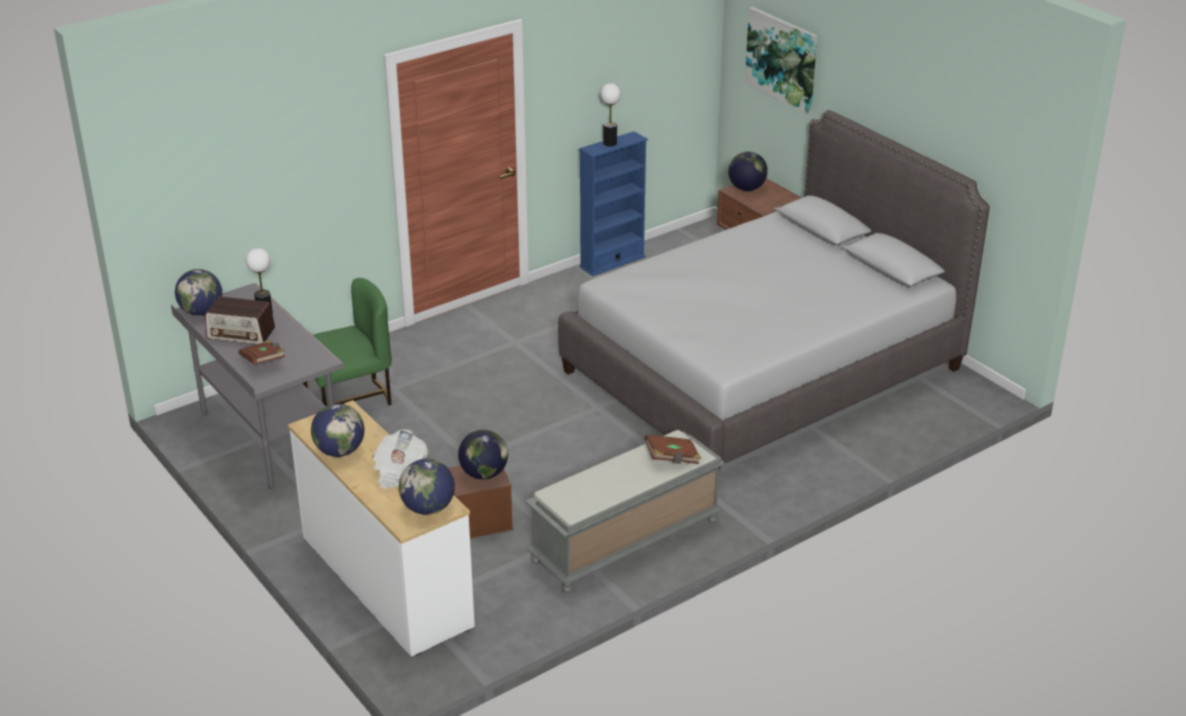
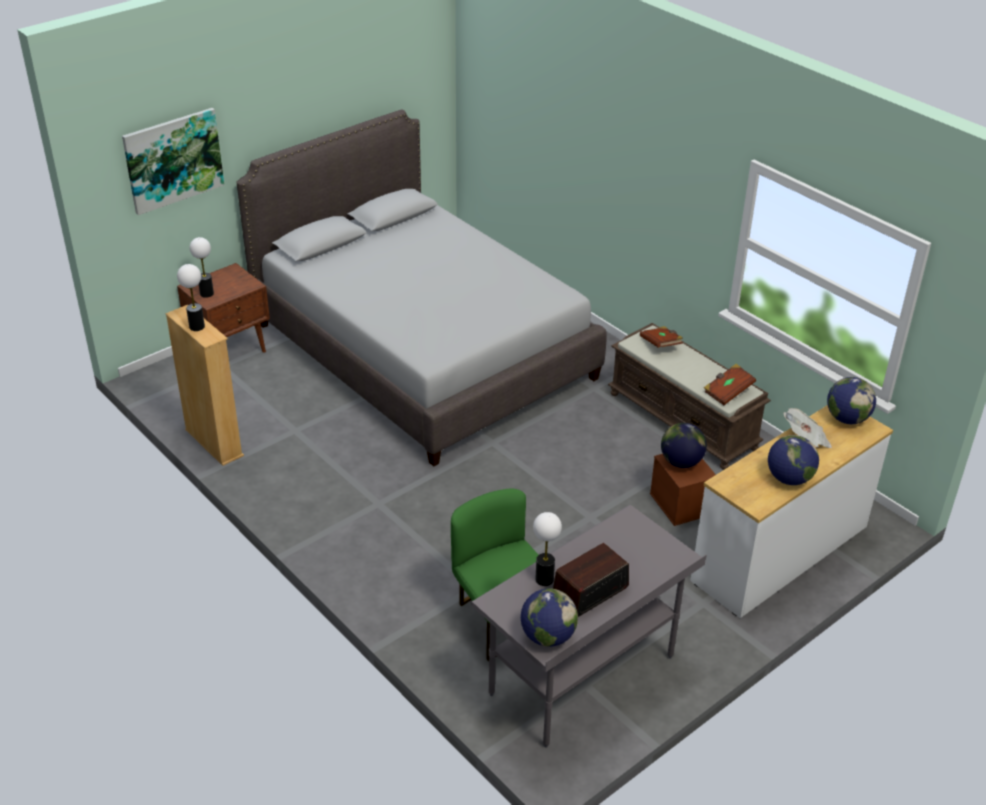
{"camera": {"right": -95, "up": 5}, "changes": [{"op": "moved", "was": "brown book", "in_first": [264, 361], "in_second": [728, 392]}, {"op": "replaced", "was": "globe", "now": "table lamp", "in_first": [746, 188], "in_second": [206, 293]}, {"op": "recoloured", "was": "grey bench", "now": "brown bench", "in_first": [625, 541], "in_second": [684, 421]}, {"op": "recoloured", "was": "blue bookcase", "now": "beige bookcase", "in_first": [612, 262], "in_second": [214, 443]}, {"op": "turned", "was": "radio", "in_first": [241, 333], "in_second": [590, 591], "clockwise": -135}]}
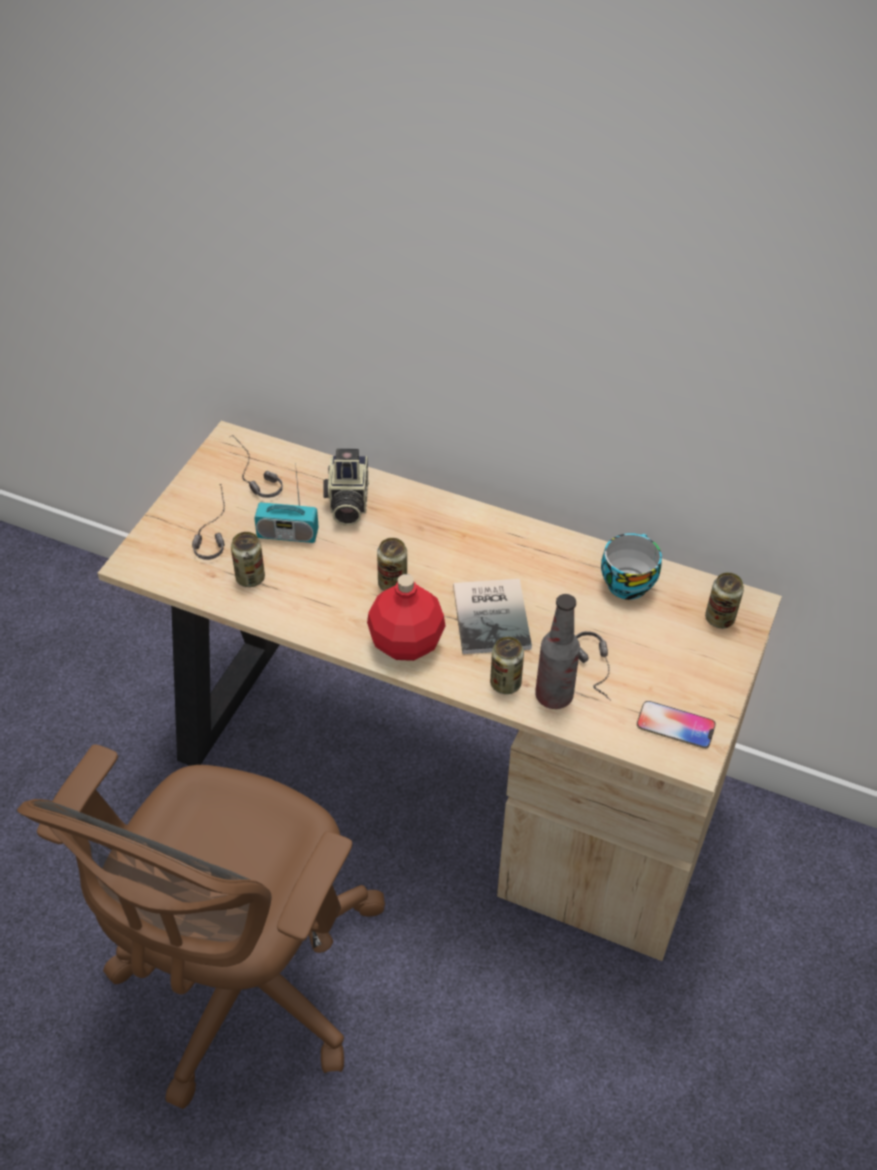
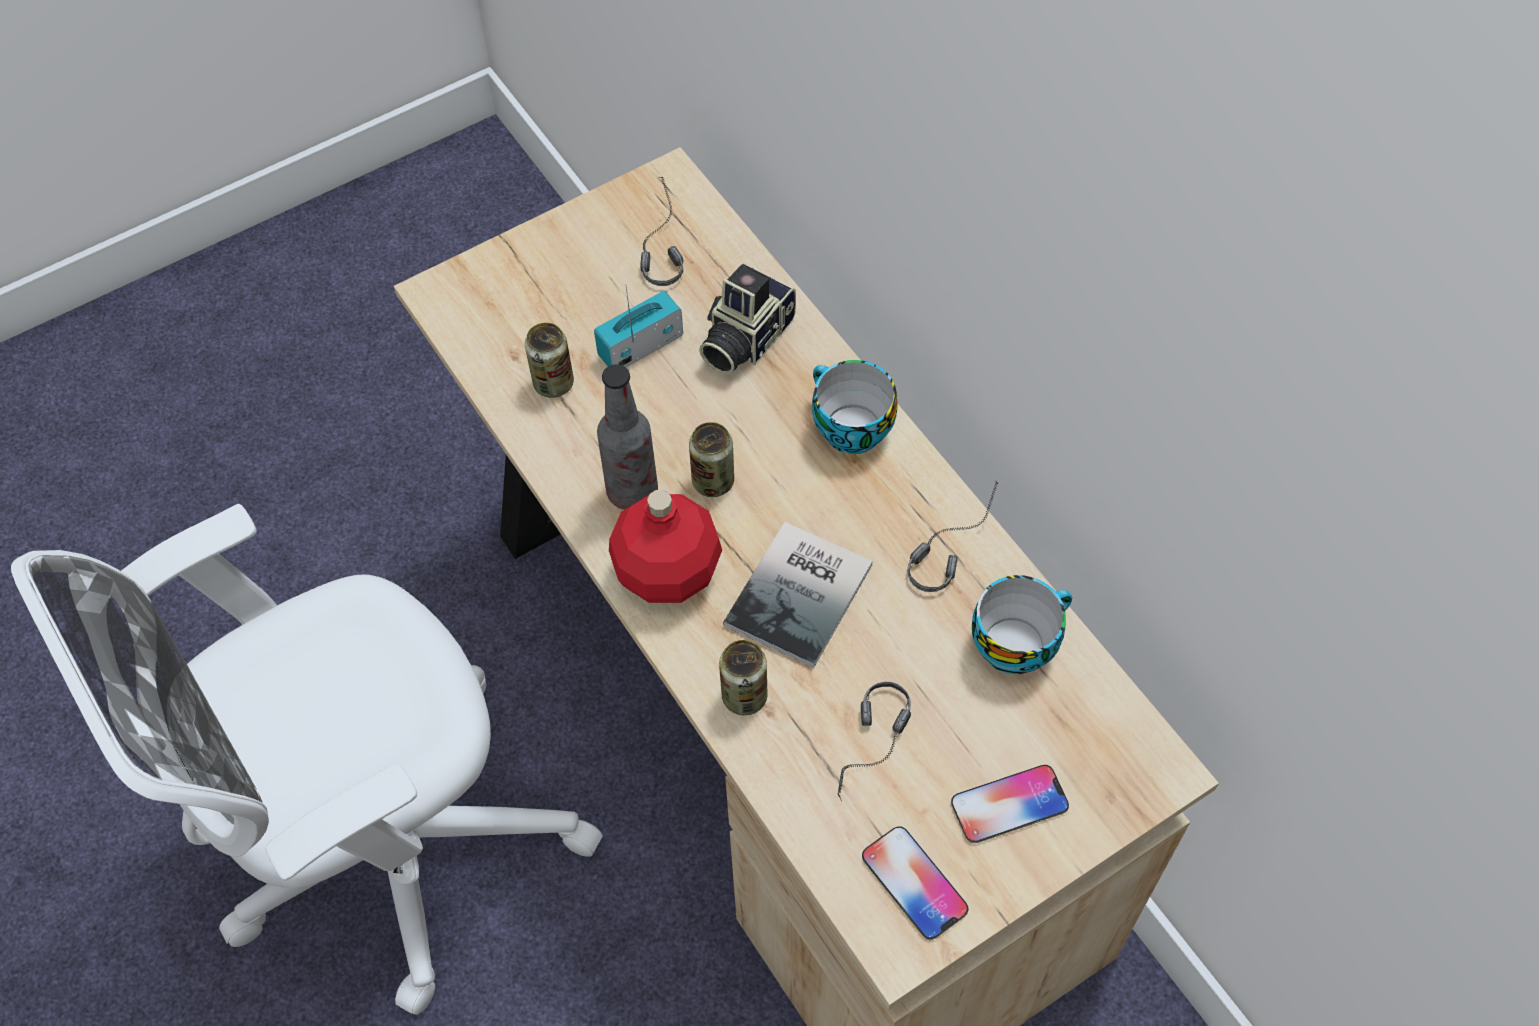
{"camera": {"right": 35, "up": 10}, "changes": [{"op": "removed", "was": "can", "in_first": [719, 618]}, {"op": "added", "now": "cup", "in_second": [848, 429]}, {"op": "added", "now": "phone", "in_second": [1009, 805]}, {"op": "moved", "was": "headphones", "in_first": [210, 530], "in_second": [949, 540]}, {"op": "moved", "was": "bottle", "in_first": [554, 696], "in_second": [632, 491]}, {"op": "recoloured", "was": "brown office chair", "now": "white office chair", "in_first": [242, 987], "in_second": [386, 848]}, {"op": "turned", "was": "radio", "in_first": [287, 534], "in_second": [640, 346], "clockwise": 105}]}
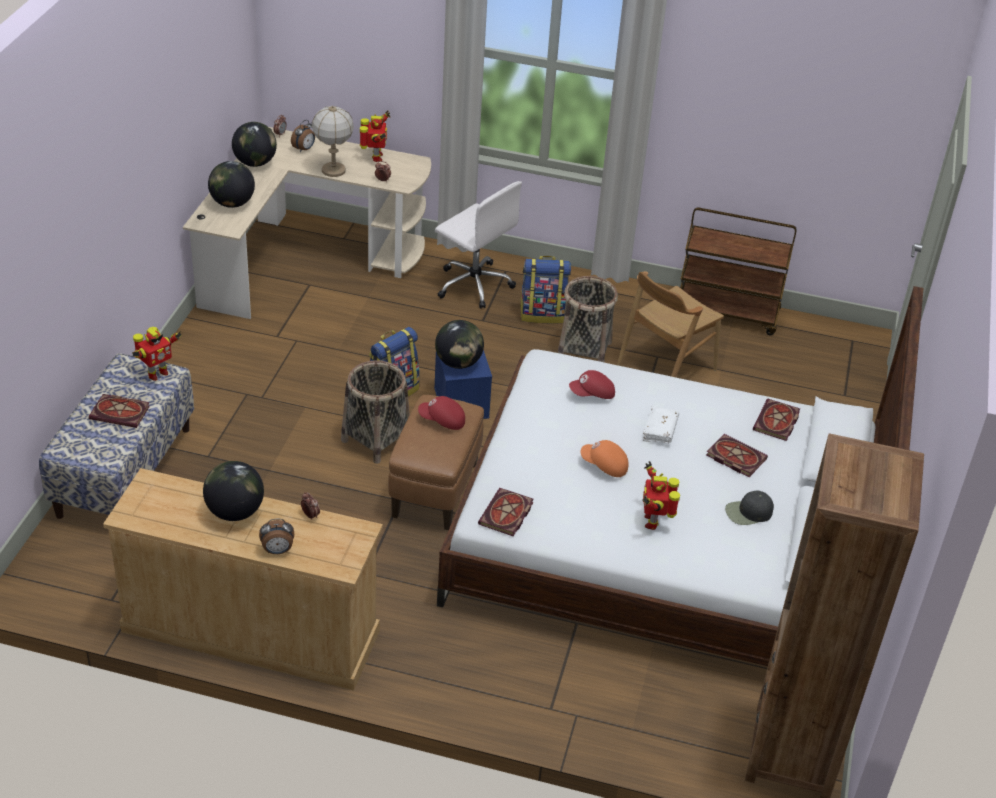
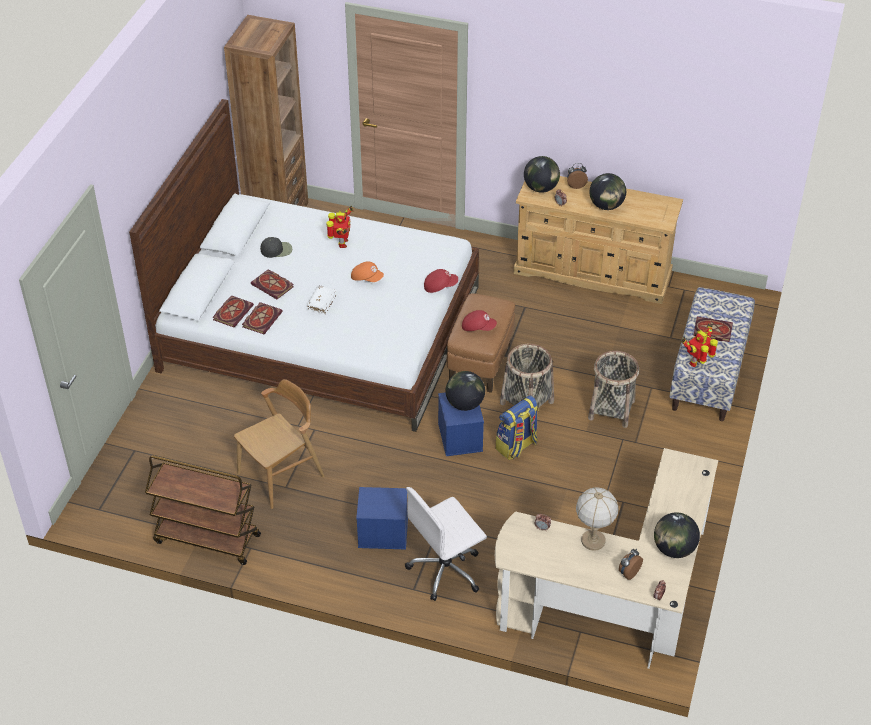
{"camera": {"right": -175, "up": 5}, "changes": [{"op": "removed", "was": "toy robot", "in_first": [375, 157]}, {"op": "moved", "was": "globe", "in_first": [232, 203], "in_second": [541, 188]}, {"op": "moved", "was": "book", "in_first": [506, 515], "in_second": [262, 319]}, {"op": "moved", "was": "basket", "in_first": [584, 351], "in_second": [611, 410]}, {"op": "moved", "was": "red cap", "in_first": [592, 394], "in_second": [440, 286]}, {"op": "replaced", "was": "backpack", "now": "blue storage box", "in_first": [543, 314], "in_second": [382, 533]}, {"op": "turned", "was": "white office chair", "in_first": [473, 284], "in_second": [446, 570], "clockwise": -75}]}
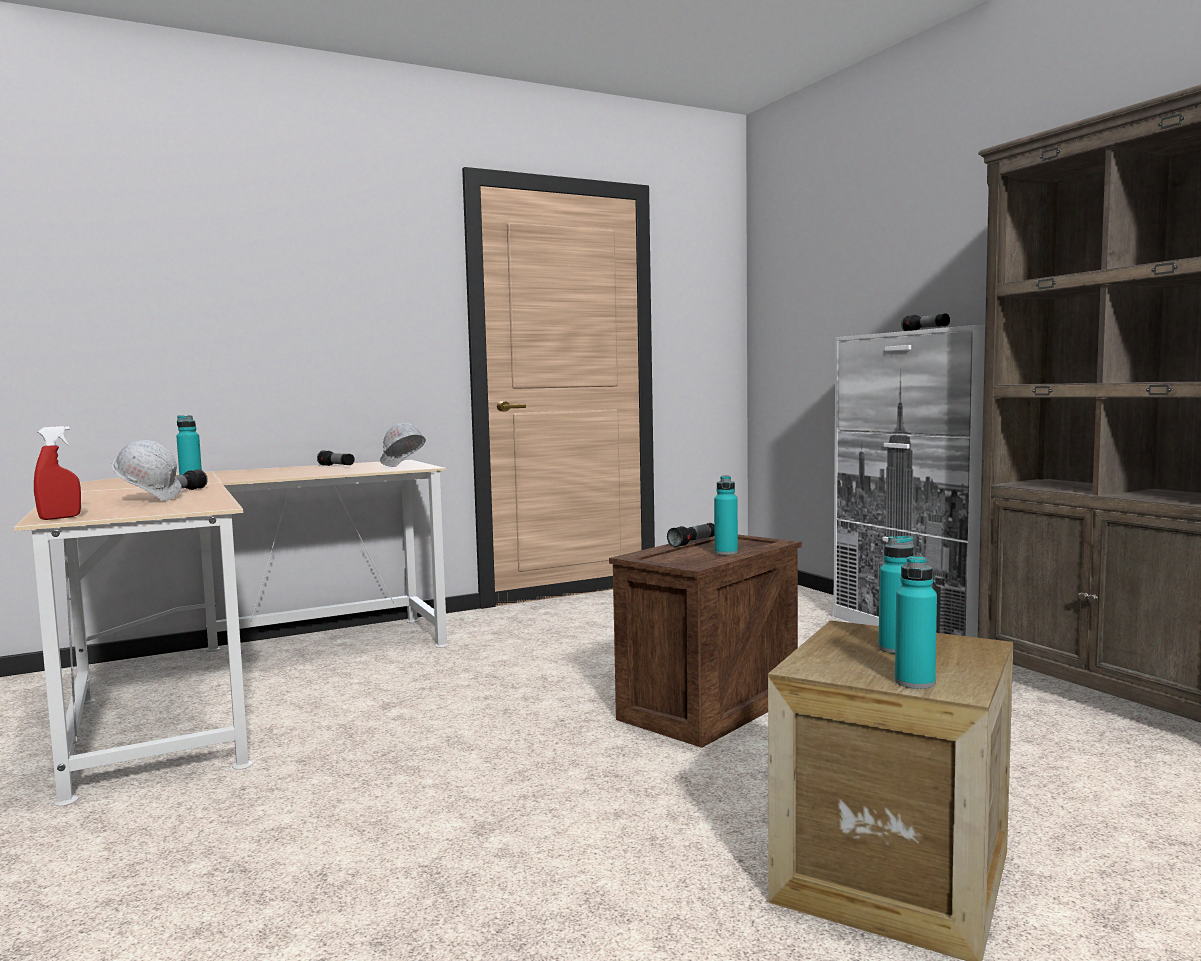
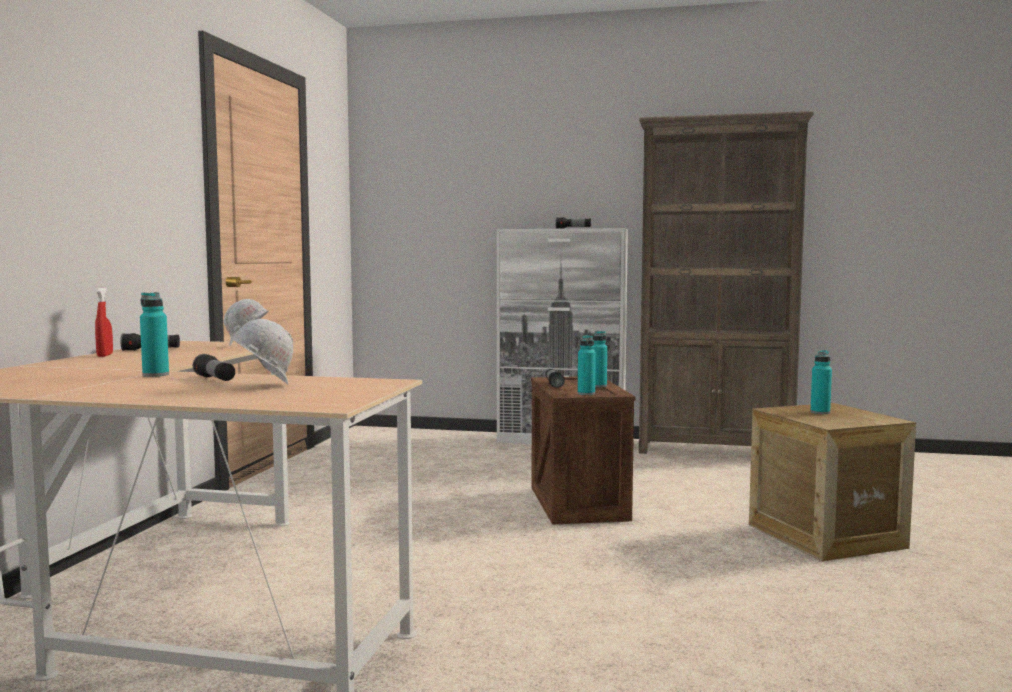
{"camera": {"right": -50, "up": 0}, "changes": [{"op": "moved", "was": "red spray bottle", "in_first": [60, 518], "in_second": [105, 355]}, {"op": "moved", "was": "turquoise bottle", "in_first": [914, 682], "in_second": [586, 394]}]}
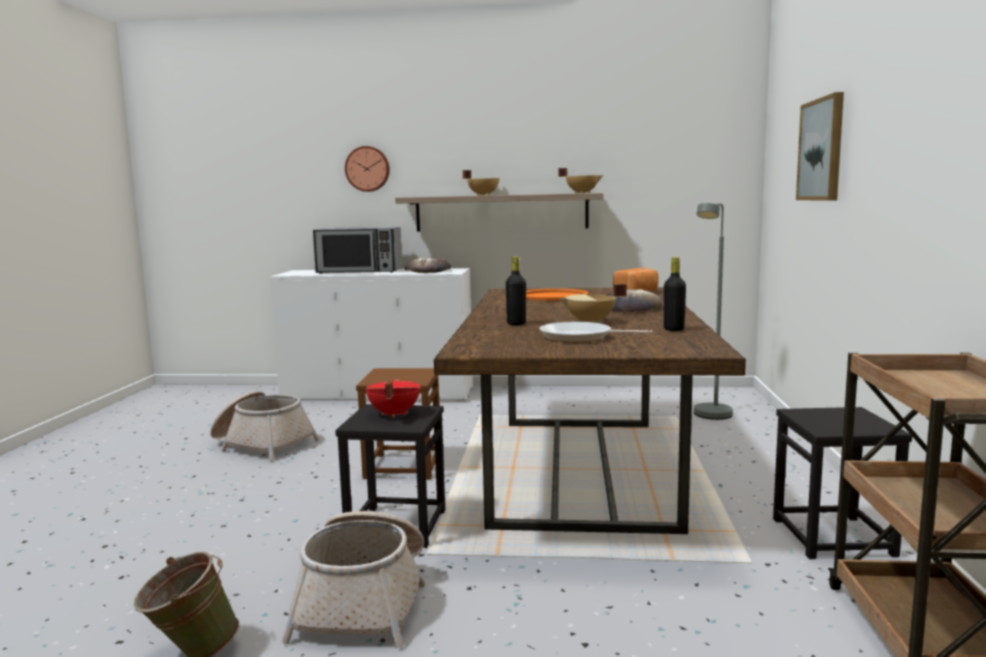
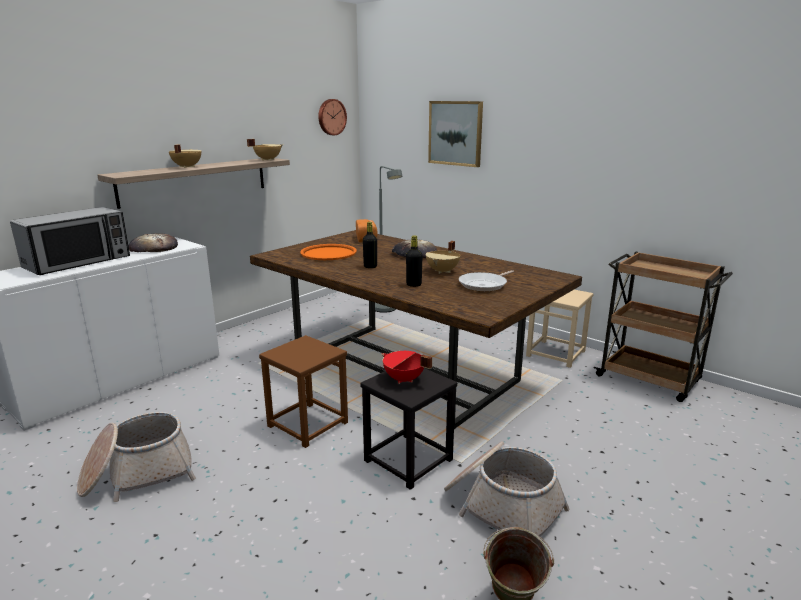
{"camera": {"right": -55, "up": 10}, "changes": [{"op": "moved", "was": "wall clock", "in_first": [368, 169], "in_second": [331, 117]}, {"op": "moved", "was": "black bottle", "in_first": [673, 329], "in_second": [370, 266]}, {"op": "recoloured", "was": "black stool", "now": "beige stool", "in_first": [833, 537], "in_second": [556, 353]}]}
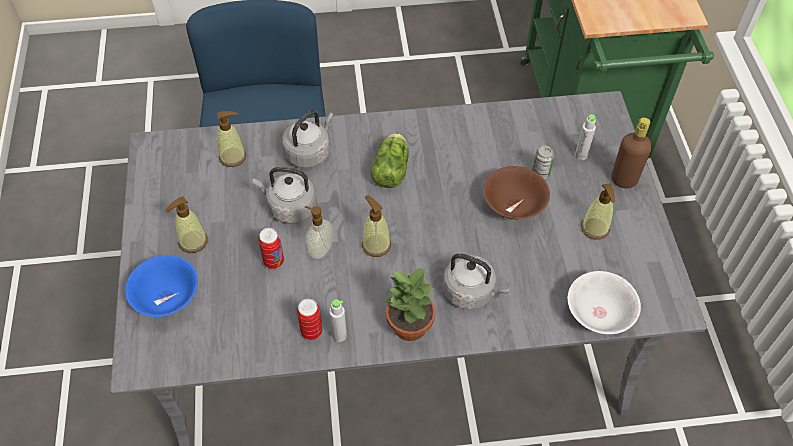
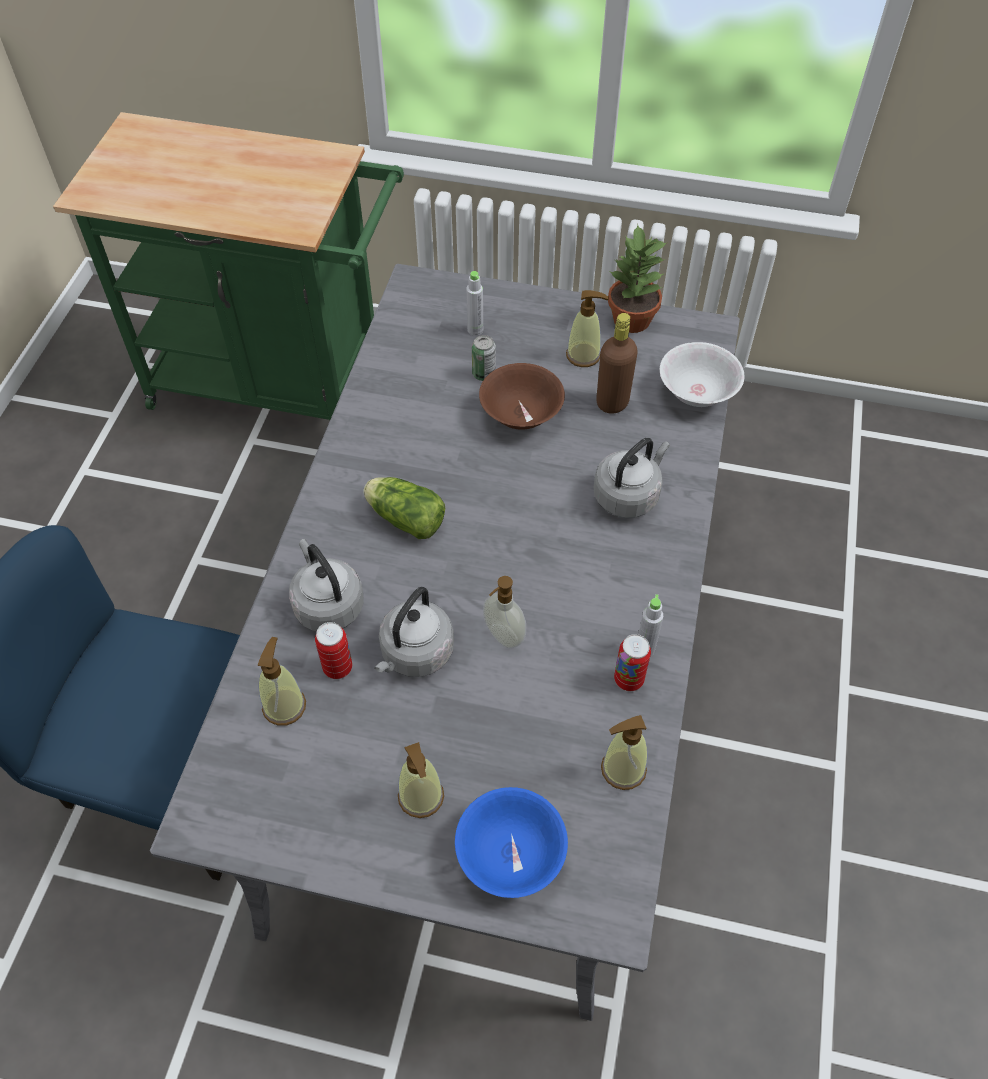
{"camera": {"right": -70, "up": 0}, "changes": [{"op": "moved", "was": "can", "in_first": [274, 261], "in_second": [337, 668]}, {"op": "moved", "was": "soap dispenser", "in_first": [376, 245], "in_second": [623, 769]}, {"op": "moved", "was": "potted plant", "in_first": [409, 326], "in_second": [631, 320]}, {"op": "moved", "was": "brown bottle", "in_first": [624, 180], "in_second": [612, 402]}]}
